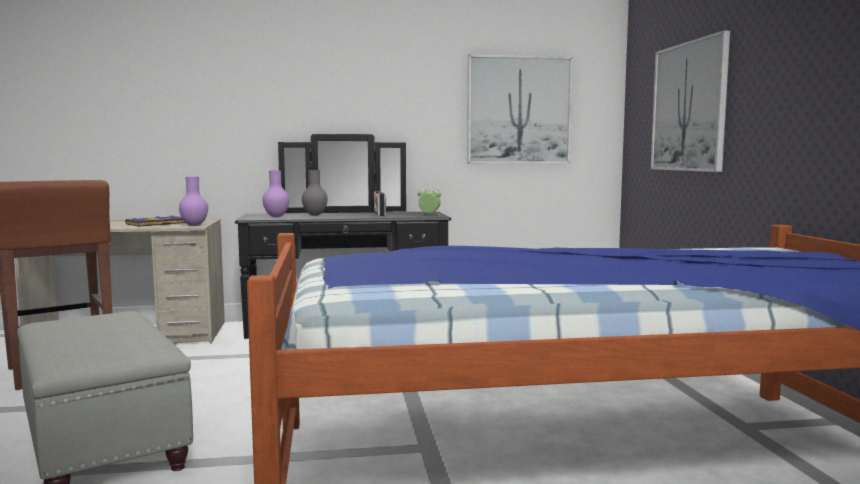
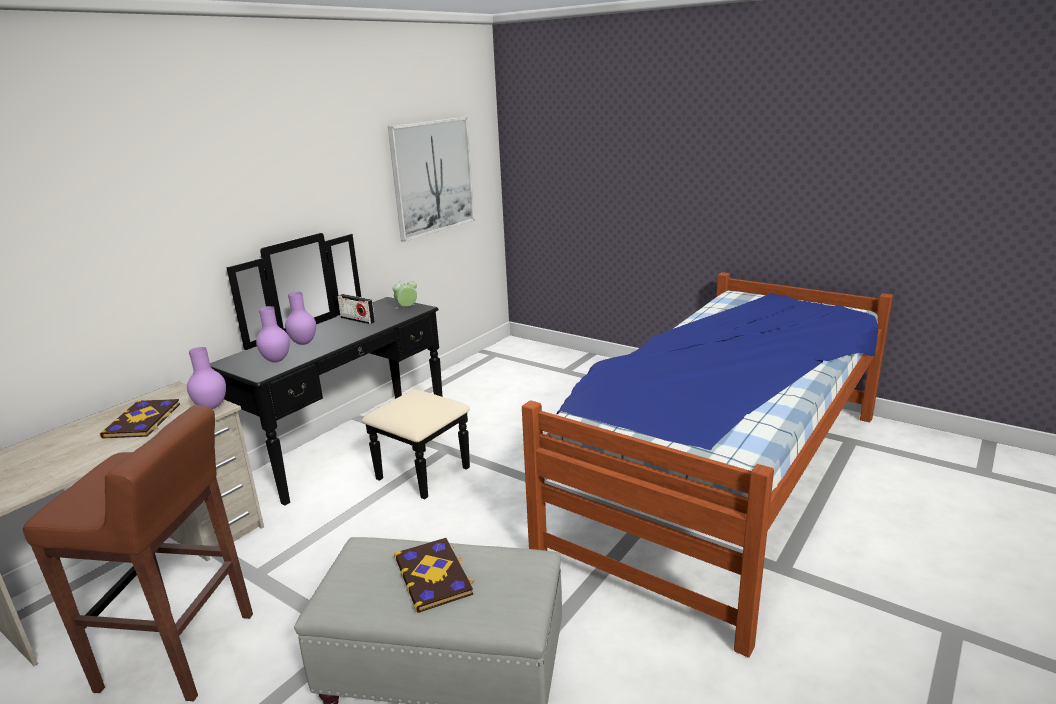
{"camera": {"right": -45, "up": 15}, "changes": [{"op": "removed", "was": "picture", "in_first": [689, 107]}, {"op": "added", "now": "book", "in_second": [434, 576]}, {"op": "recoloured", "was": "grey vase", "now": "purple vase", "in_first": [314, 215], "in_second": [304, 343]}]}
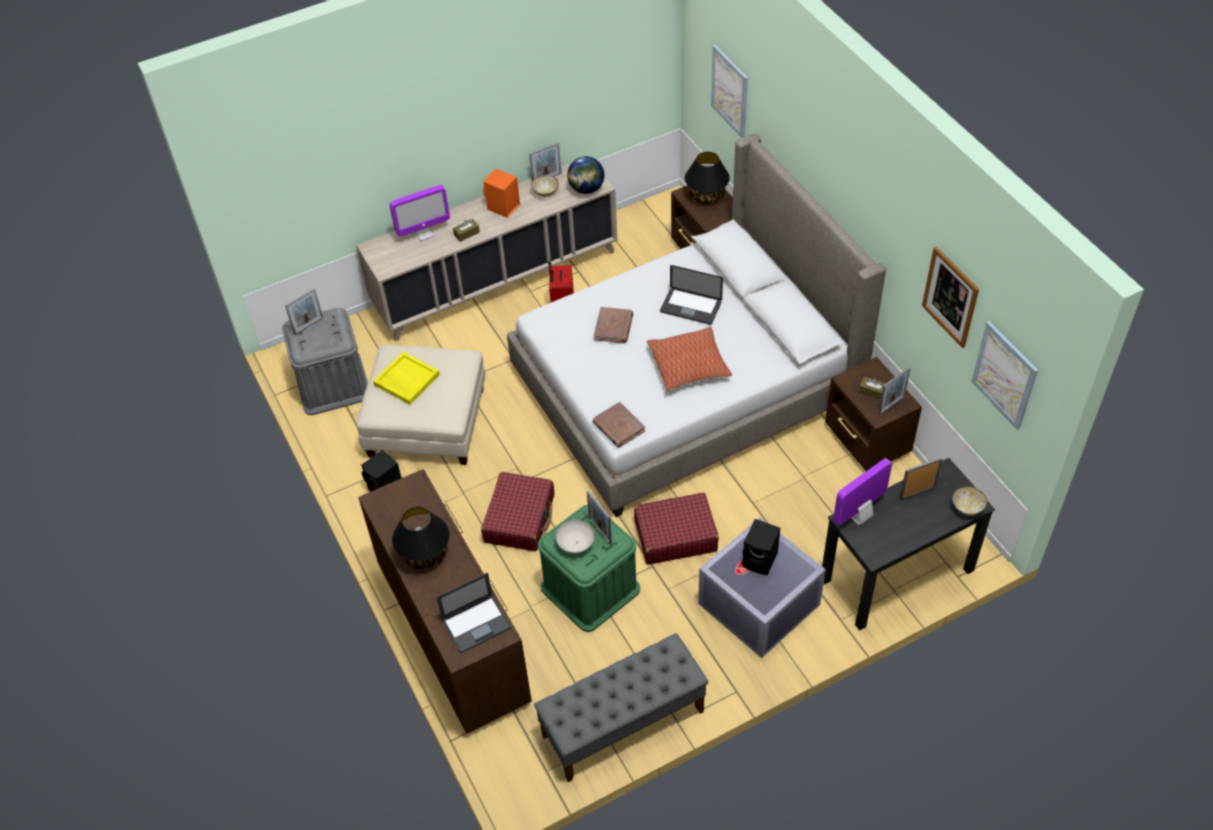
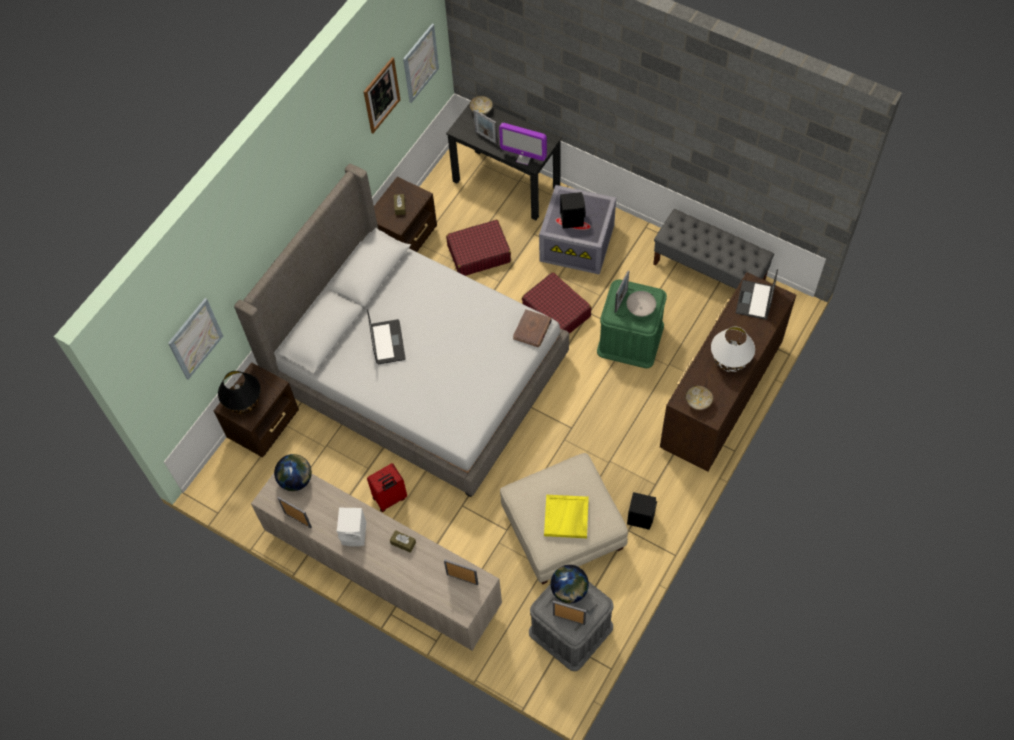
{"camera": {"right": -120, "up": 10}, "changes": [{"op": "removed", "was": "monitor", "in_first": [424, 234]}, {"op": "removed", "was": "brown book", "in_first": [613, 327]}, {"op": "removed", "was": "pillow", "in_first": [689, 366]}, {"op": "added", "now": "globe", "in_second": [569, 590]}, {"op": "moved", "was": "red suitcase", "in_first": [519, 518], "in_second": [478, 253]}, {"op": "moved", "was": "bowl", "in_first": [545, 192], "in_second": [698, 402]}, {"op": "moved", "was": "picture frame", "in_first": [891, 405], "in_second": [462, 579]}, {"op": "recoloured", "was": "black table lamp", "now": "white table lamp", "in_first": [424, 554], "in_second": [730, 360]}, {"op": "recoloured", "was": "orange speaker", "now": "white speaker", "in_first": [502, 207], "in_second": [355, 534]}, {"op": "turned", "was": "laptop", "in_first": [477, 623], "in_second": [754, 300], "clockwise": -105}]}
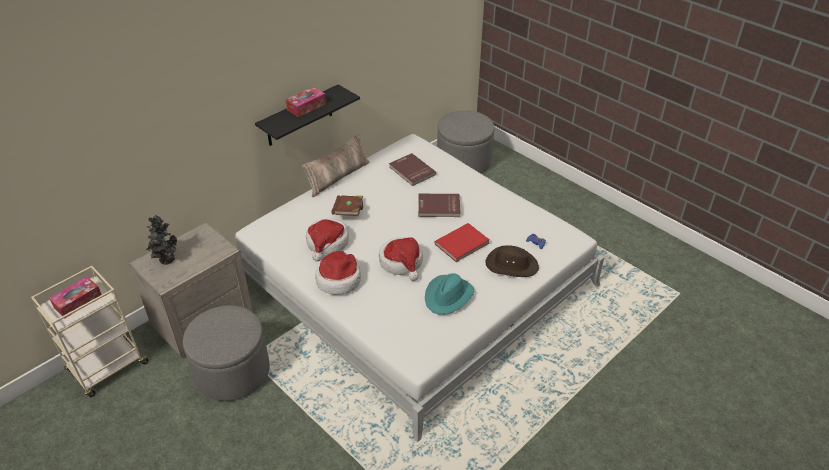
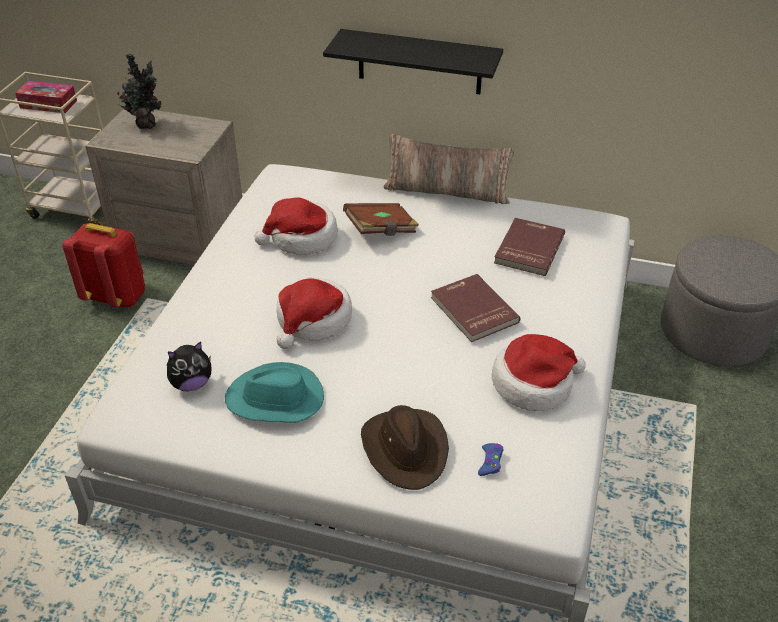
{"camera": {"right": 60, "up": 0}, "changes": [{"op": "removed", "was": "tissue box", "in_first": [306, 107]}, {"op": "removed", "was": "red book", "in_first": [462, 244]}, {"op": "added", "now": "plush toy", "in_second": [191, 383]}, {"op": "moved", "was": "hat", "in_first": [338, 279], "in_second": [534, 383]}, {"op": "replaced", "was": "grey ottoman", "now": "red backpack", "in_first": [232, 372], "in_second": [117, 296]}]}
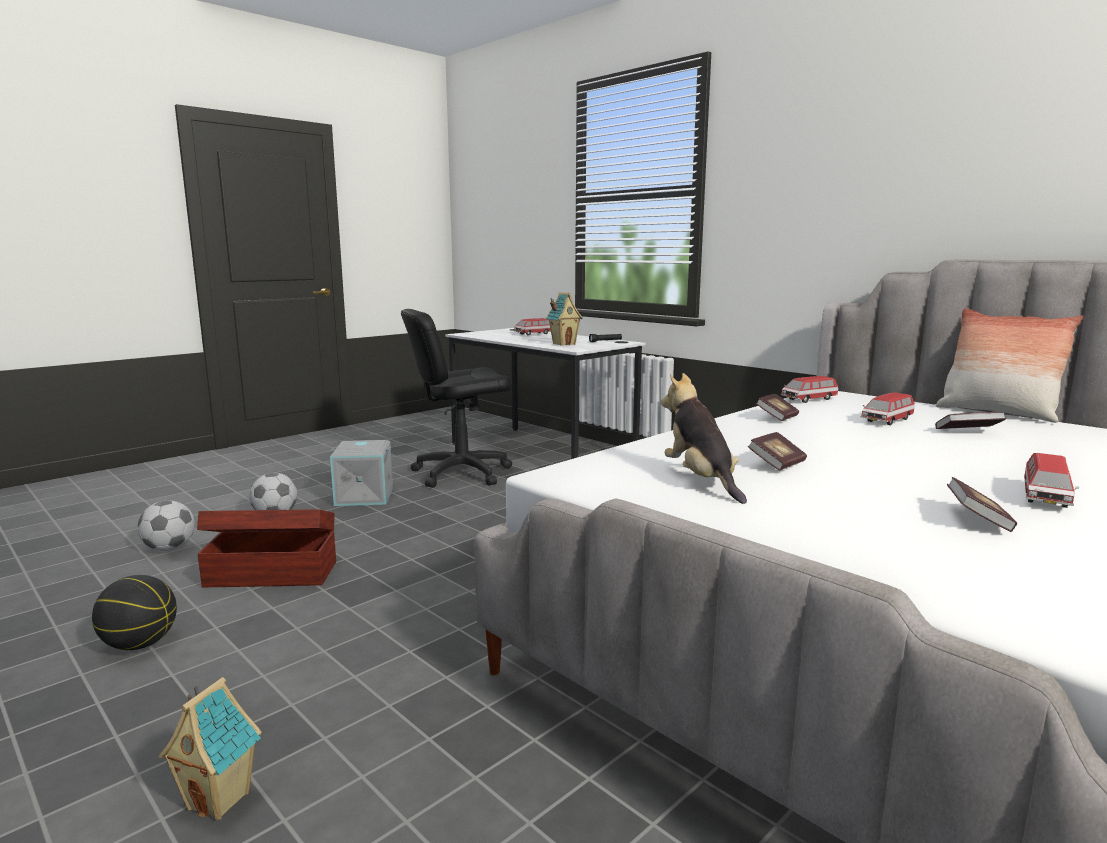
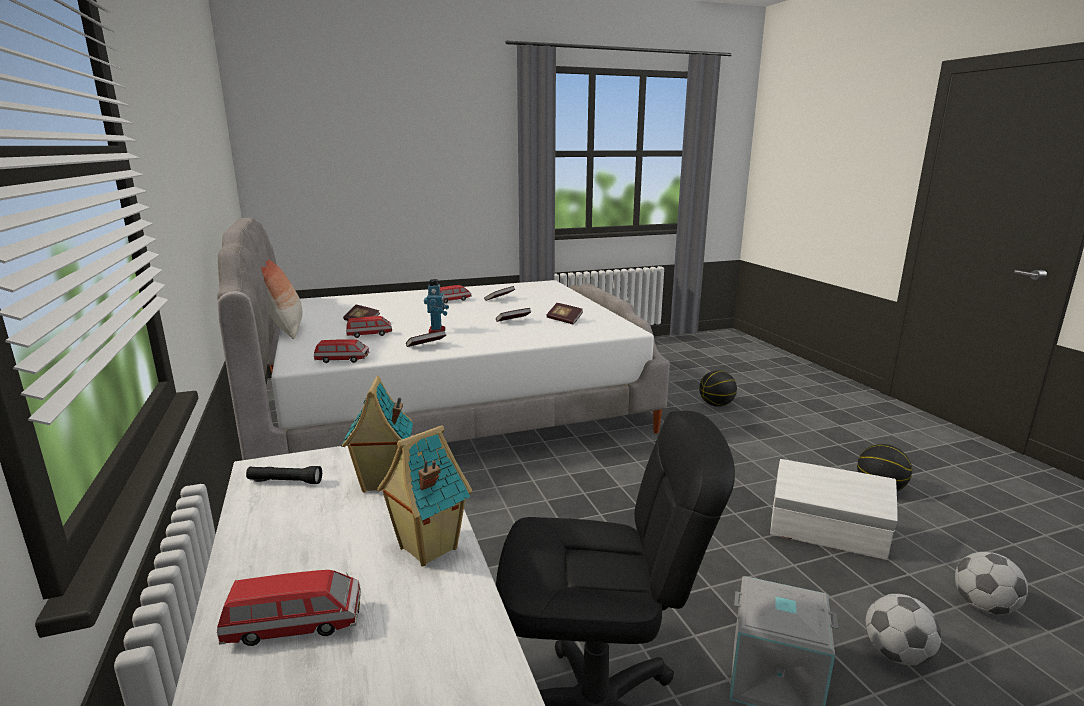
{"camera": {"right": -155, "up": 5}, "changes": [{"op": "added", "now": "toy robot", "in_second": [437, 331]}, {"op": "added", "now": "basketball", "in_second": [716, 404]}, {"op": "moved", "was": "toy house", "in_first": [220, 799], "in_second": [426, 548]}, {"op": "replaced", "was": "plush toy", "now": "book", "in_first": [701, 480], "in_second": [564, 320]}, {"op": "recoloured", "was": "brown storage box", "now": "white storage box", "in_first": [271, 573], "in_second": [827, 535]}]}
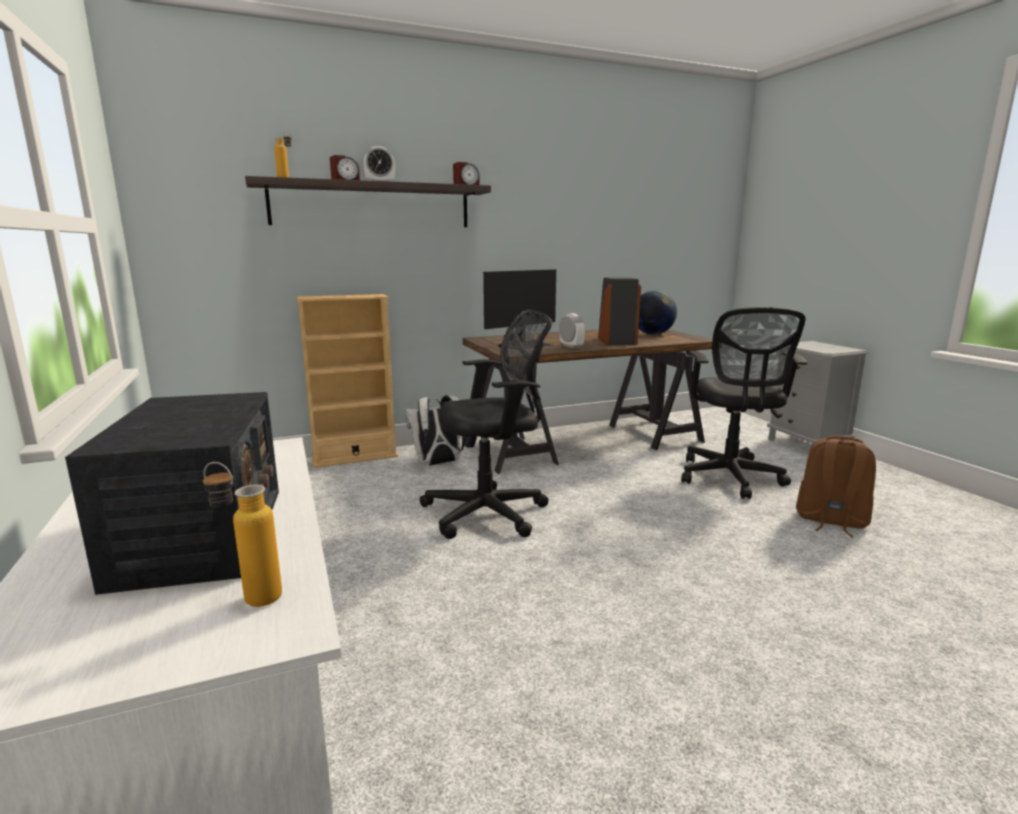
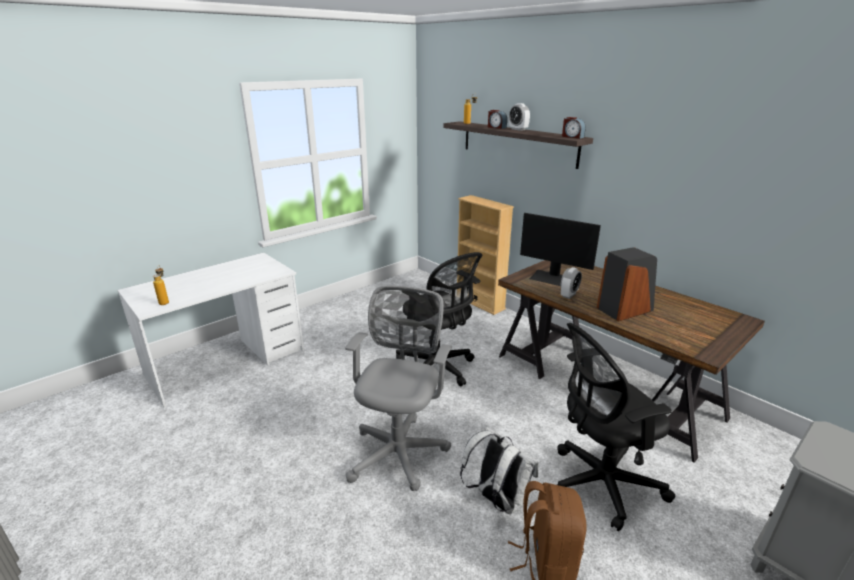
{"camera": {"right": 70, "up": 10}, "changes": [{"op": "removed", "was": "radio", "in_first": [202, 535]}, {"op": "removed", "was": "globe", "in_first": [652, 334]}, {"op": "added", "now": "grey office chair", "in_second": [399, 450]}, {"op": "moved", "was": "white backpack", "in_first": [438, 464], "in_second": [497, 500]}]}
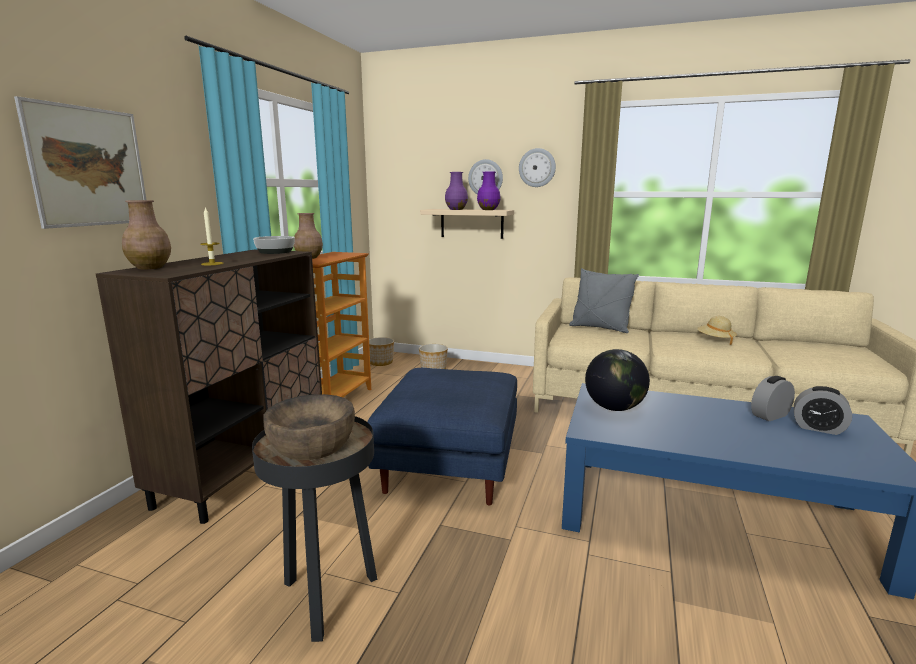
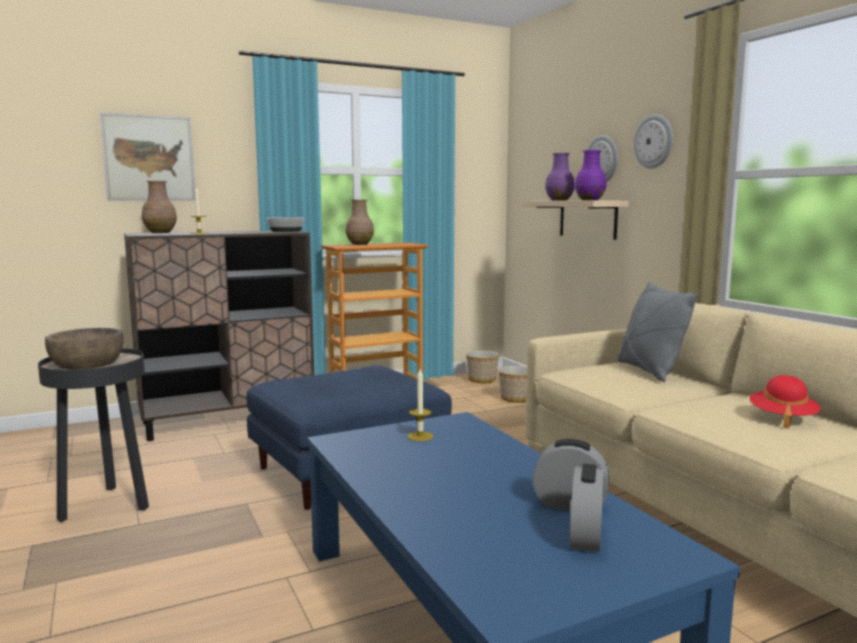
{"camera": {"right": 45, "up": -5}, "changes": [{"op": "replaced", "was": "globe", "now": "candle", "in_first": [614, 408], "in_second": [420, 436]}, {"op": "recoloured", "was": "beige hat", "now": "red hat", "in_first": [715, 340], "in_second": [782, 418]}, {"op": "turned", "was": "alarm clock", "in_first": [818, 428], "in_second": [585, 538], "clockwise": -150}]}
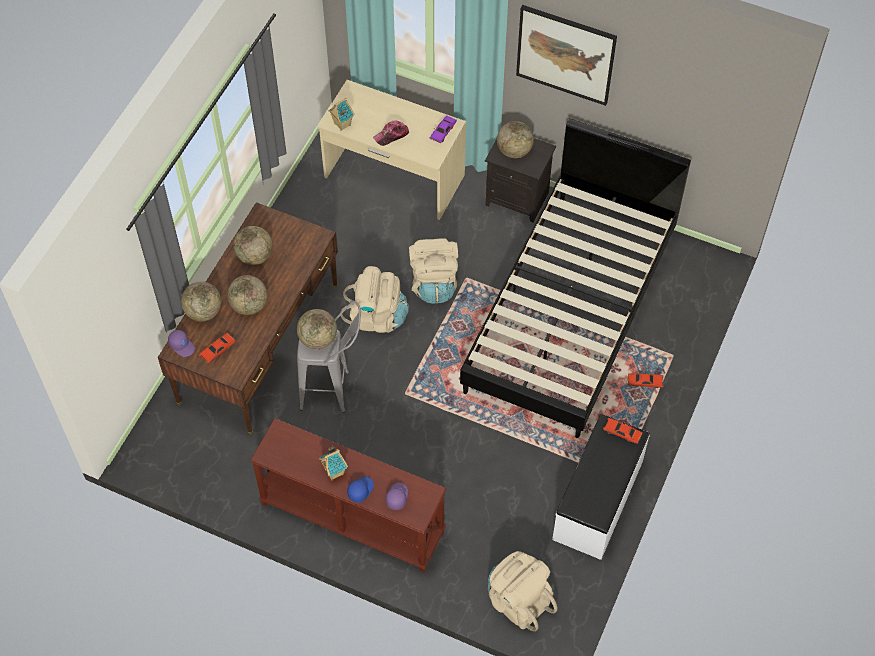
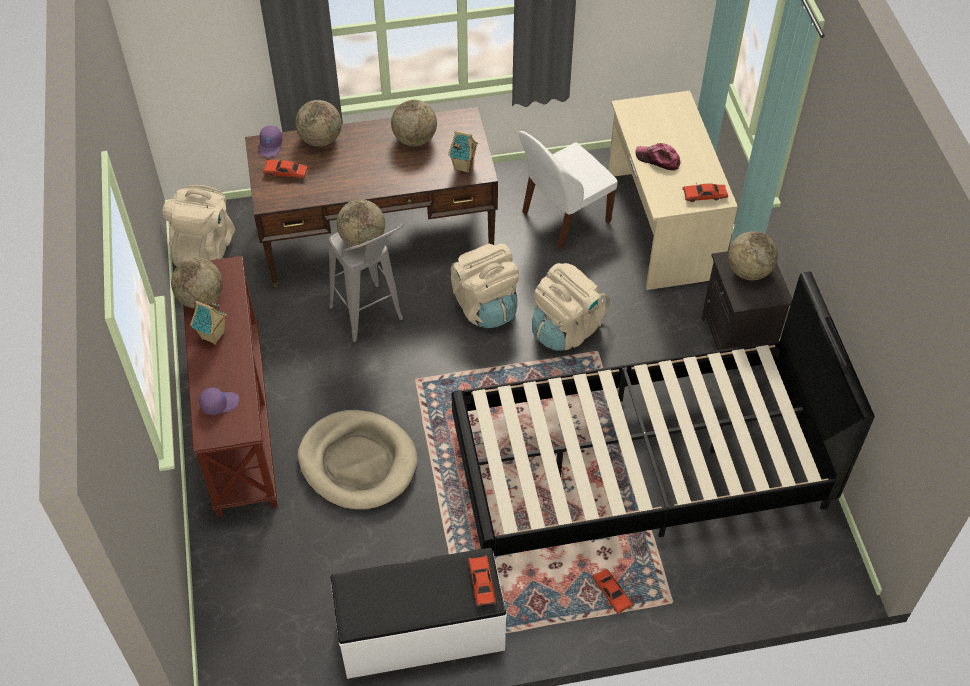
{"camera": {"right": 55, "up": -5}, "changes": [{"op": "removed", "was": "blue cap", "in_first": [360, 490]}, {"op": "removed", "was": "picture", "in_first": [565, 54]}, {"op": "added", "now": "beige dog bed", "in_second": [358, 462]}, {"op": "added", "now": "white chair", "in_second": [563, 218]}, {"op": "moved", "was": "globe", "in_first": [249, 305], "in_second": [201, 298]}, {"op": "moved", "was": "toy house", "in_first": [341, 124], "in_second": [463, 165]}, {"op": "moved", "was": "beige backpack", "in_first": [518, 600], "in_second": [205, 247]}, {"op": "recoloured", "was": "purple toy car", "now": "red toy car", "in_first": [443, 132], "in_second": [704, 196]}]}
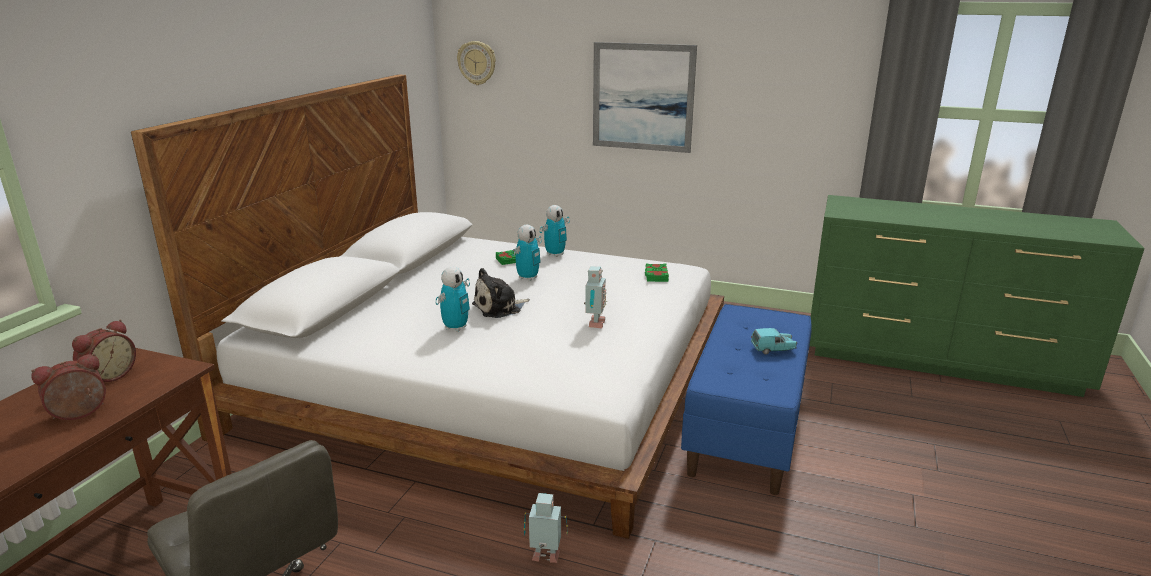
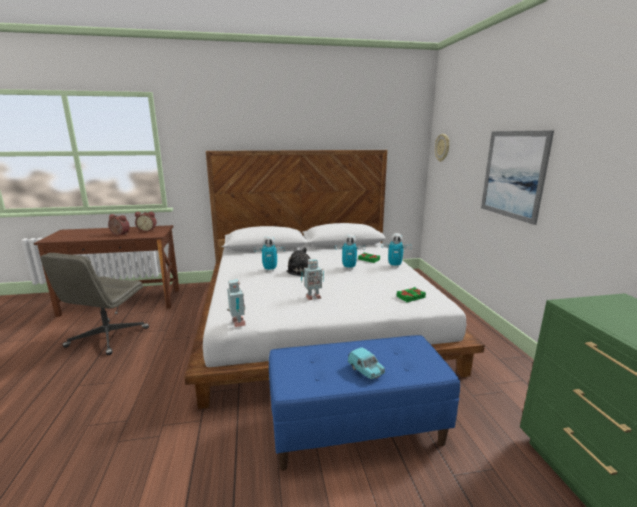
{"camera": {"right": 60, "up": -5}, "changes": [{"op": "moved", "was": "toy robot", "in_first": [546, 558], "in_second": [237, 323]}]}
